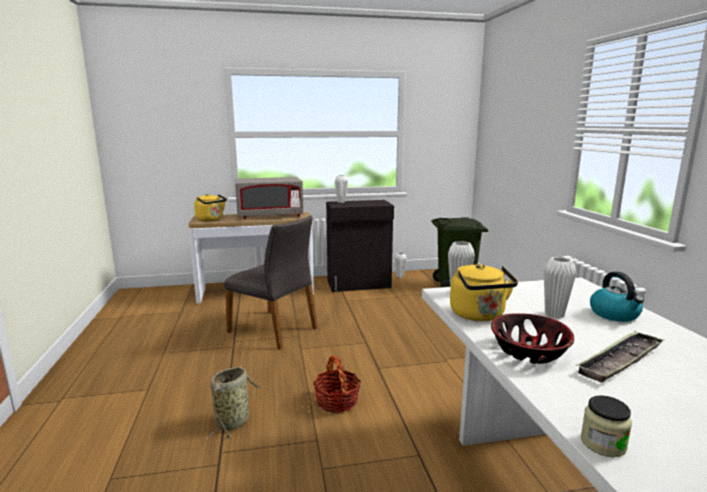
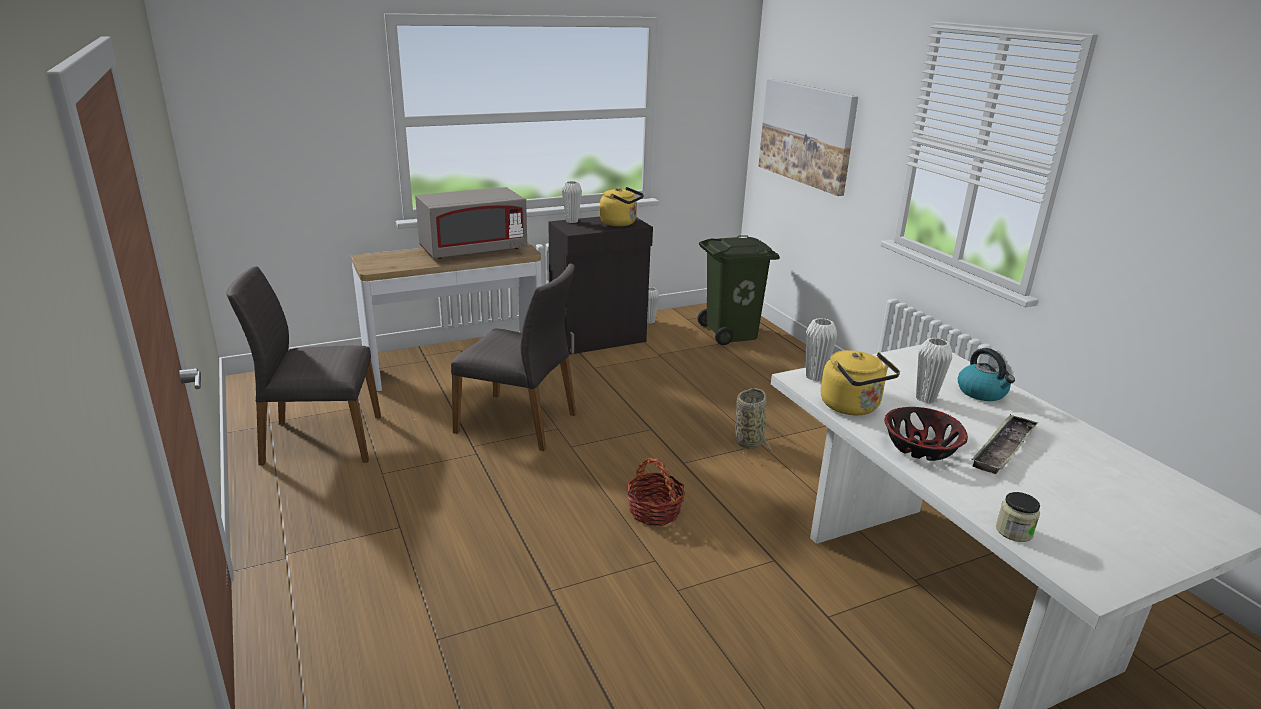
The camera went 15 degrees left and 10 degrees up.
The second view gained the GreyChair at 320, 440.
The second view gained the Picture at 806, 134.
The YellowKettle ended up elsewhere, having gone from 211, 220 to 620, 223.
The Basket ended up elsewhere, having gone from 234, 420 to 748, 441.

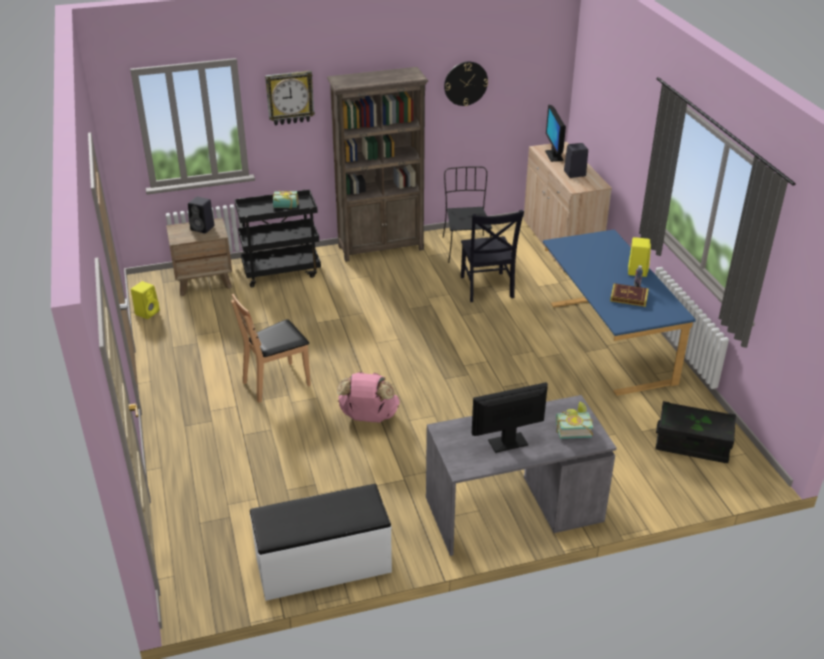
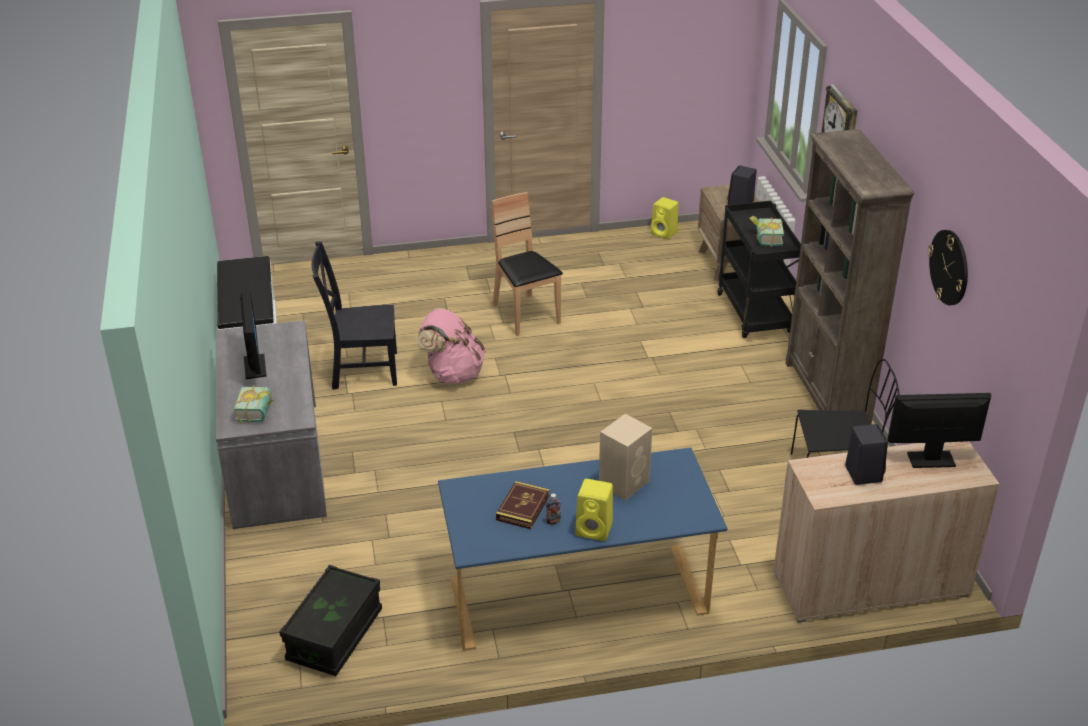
The camera went 95 degrees right and 0 degrees up.
The second view gained the BeigeSpeaker at 624, 482.
The BlackChair ended up elsewhere, having gone from 487, 288 to 361, 370.

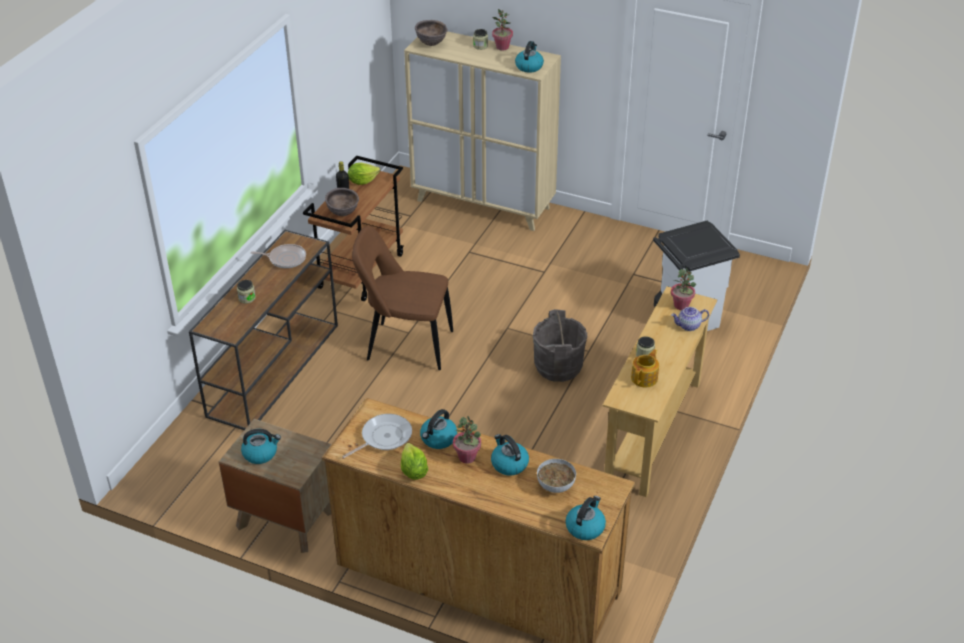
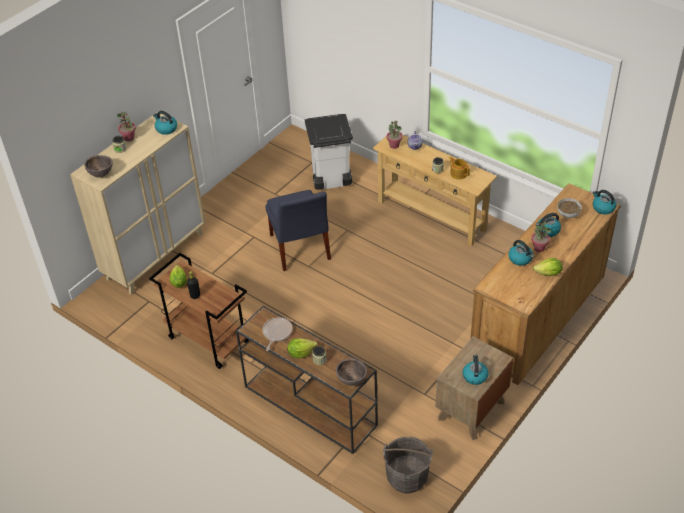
The camera went 75 degrees left and 5 degrees up.
The second view lost the FryingPan at 384, 437.
The second view lost the BrownChair at 405, 345.
The second view gained the BlueChair at 300, 249.
The second view gained the Lettuce at 301, 353.
The BrownBowl ended up elsewhere, having gone from 343, 214 to 351, 381.
The GreyBucket ended up elsewhere, having gone from 558, 366 to 407, 477.

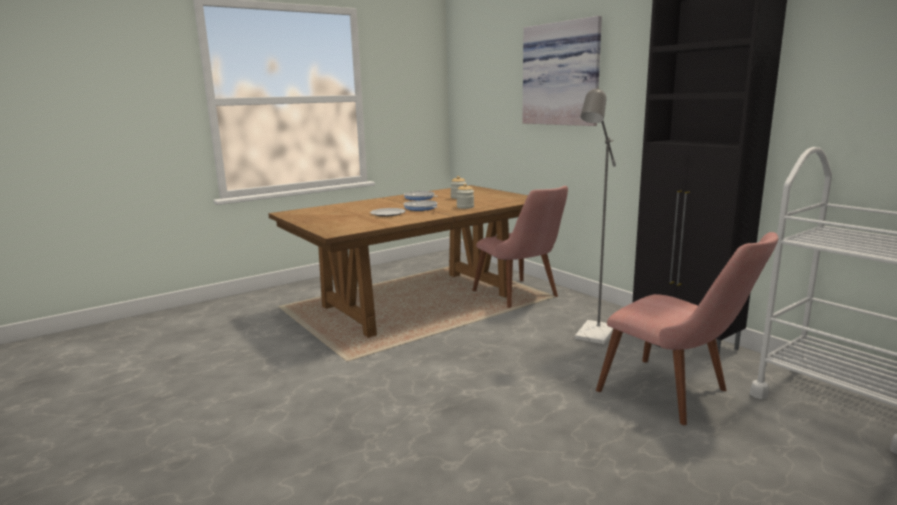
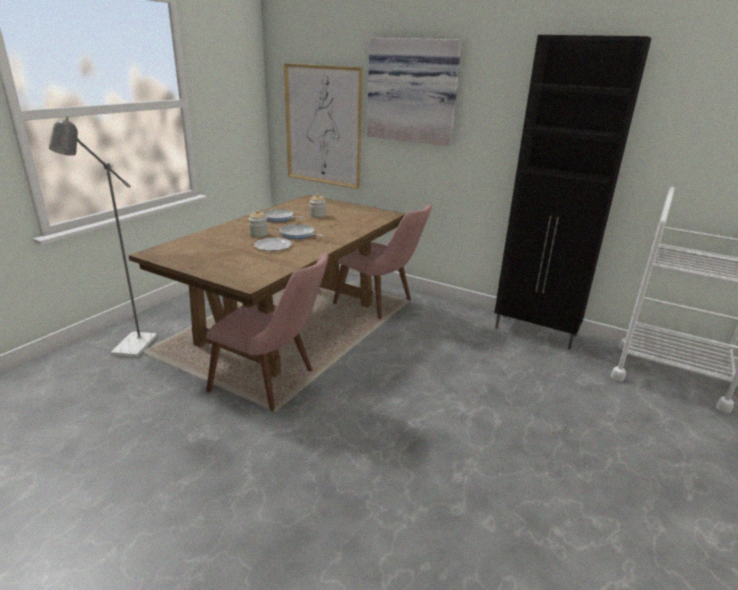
The camera went 25 degrees left and 10 degrees up.
The second view gained the Picture at 323, 126.
The Jar ended up elsewhere, having gone from 465, 207 to 258, 234.
The GreyFloorLamp ended up elsewhere, having gone from 593, 336 to 130, 350.
The PinkChair ended up elsewhere, having gone from 677, 395 to 273, 383.

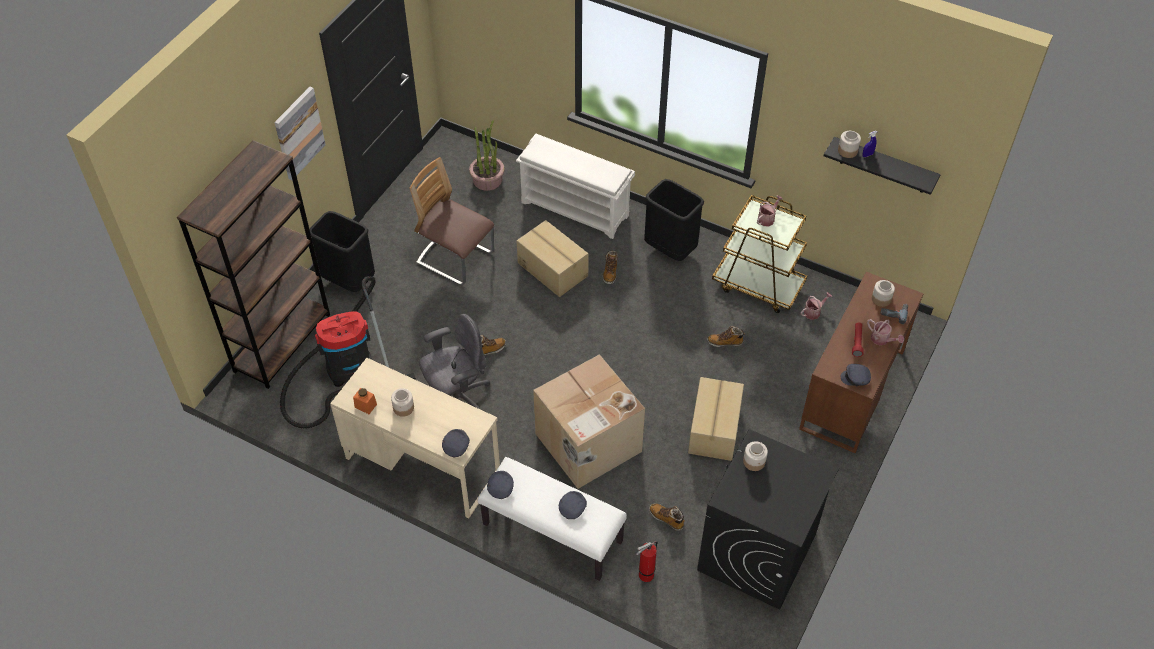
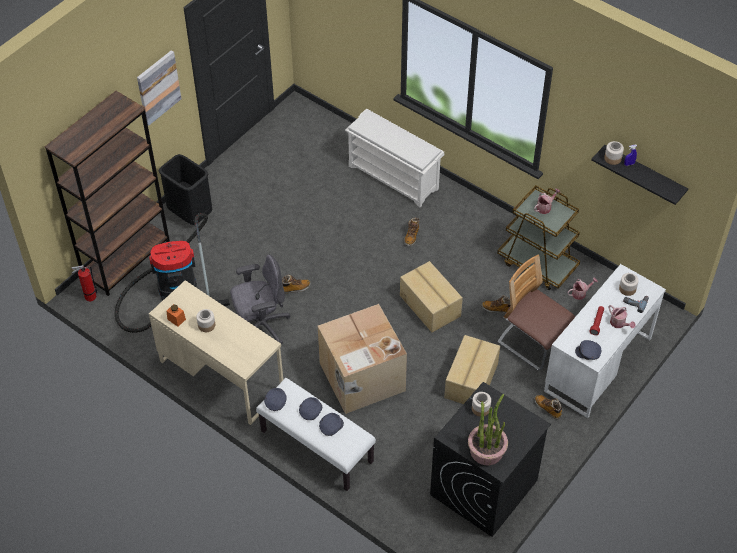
The camera went 10 degrees right and 0 degrees up.
The second view lost the BlackTrashCan at 669, 249.
The Chair ended up elsewhere, having gone from 455, 258 to 533, 342.
The GreyCap ended up elsewhere, having gone from 456, 446 to 310, 411.
The PottedPlant ended up elsewhere, having gone from 487, 179 to 486, 450.
The CardboardBox ended up elsewhere, having gone from 553, 269 to 430, 305.
The FireExtinguisher ended up elsewhere, having gone from 644, 576 to 89, 297.
The Boot ended up elsewhere, having gone from 666, 519 to 548, 408.
What was the BrownDesk at 852, 390 turned into the WhiteDesk at 597, 364.

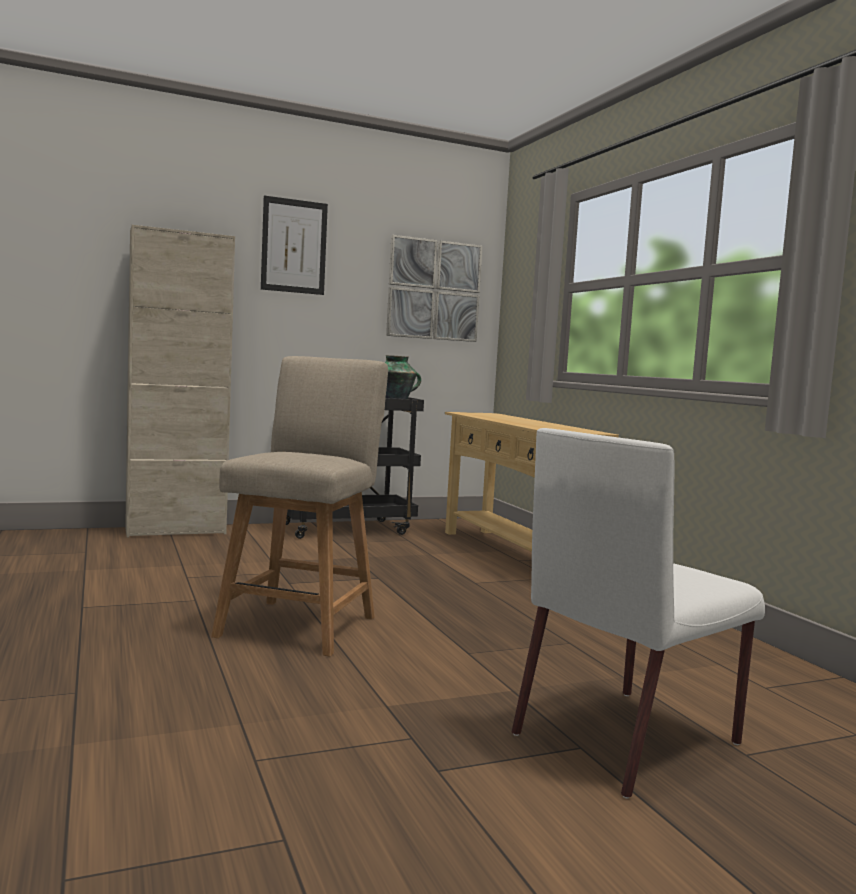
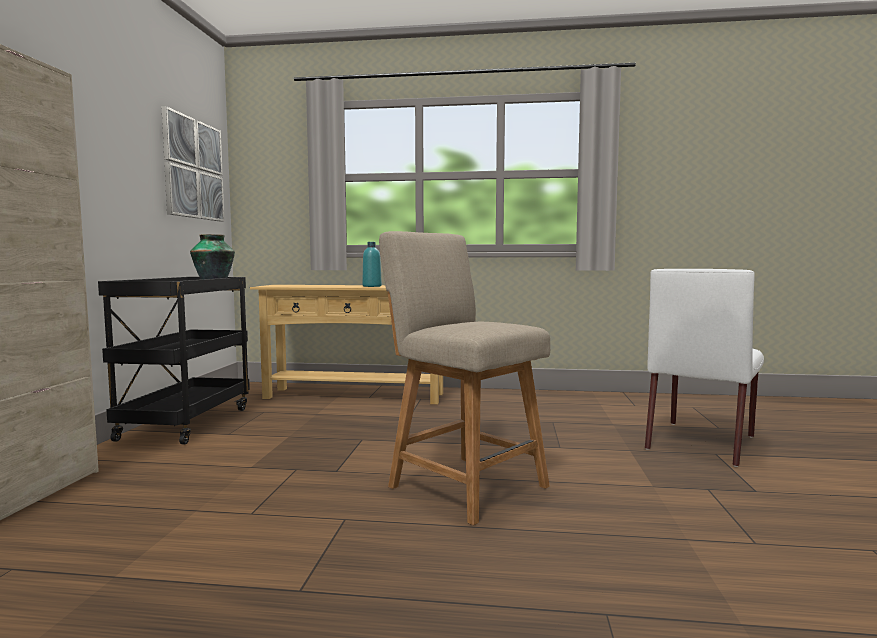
The camera went 60 degrees left and 0 degrees up.
The second view lost the Picture at 294, 246.
The second view gained the TurquoiseBottle at 372, 286.
The WhiteChair at 629, 737 ended up facing another way, 45 degrees clockwise from before.

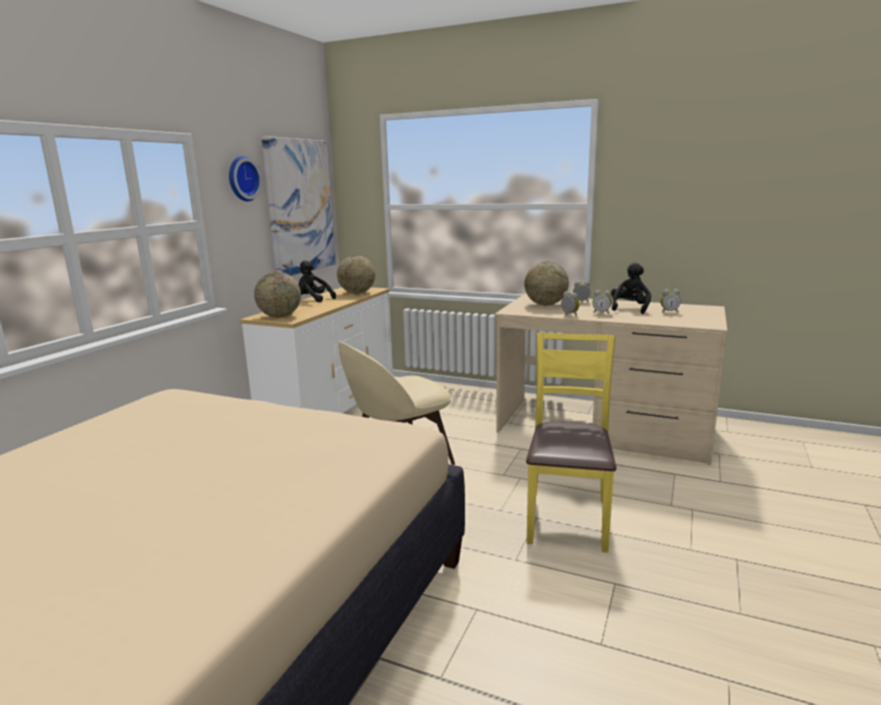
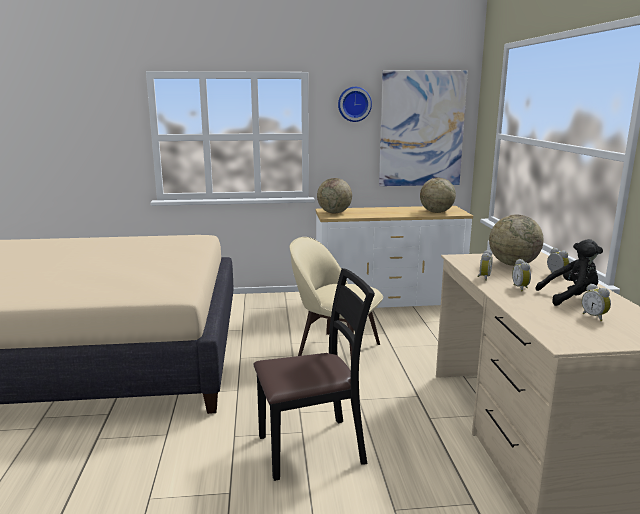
The camera went 60 degrees right and 0 degrees up.
The second view lost the BlackPlushToy at 313, 300.
What was the YellowChair at 567, 519 turned into the BlackChair at 312, 448.

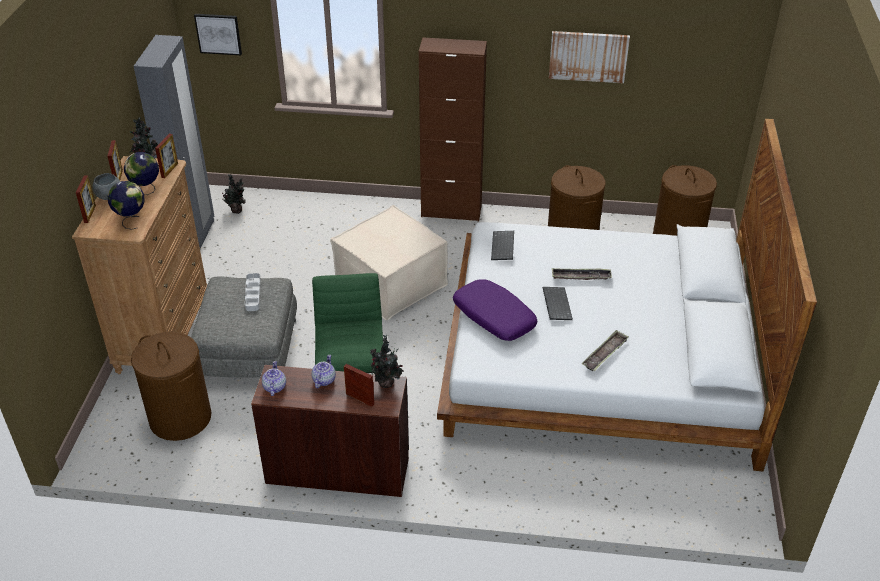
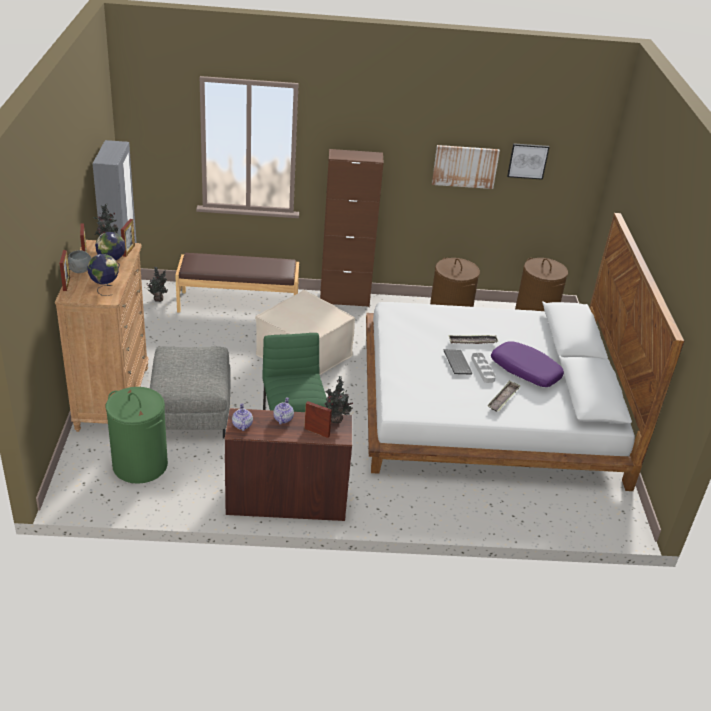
The camera went 10 degrees left and 5 degrees down.
The second view lost the Keyboard at 503, 247.
The second view gained the BrownBench at 238, 304.
The Picture ended up elsewhere, having gone from 218, 33 to 527, 161.
The GreyTray ended up elsewhere, having gone from 253, 294 to 482, 369.
The PurplePillow ended up elsewhere, having gone from 493, 317 to 525, 371.
What was the BrownLaundryBasket at 180, 418 turned into the GreenLaundryBasket at 140, 465.

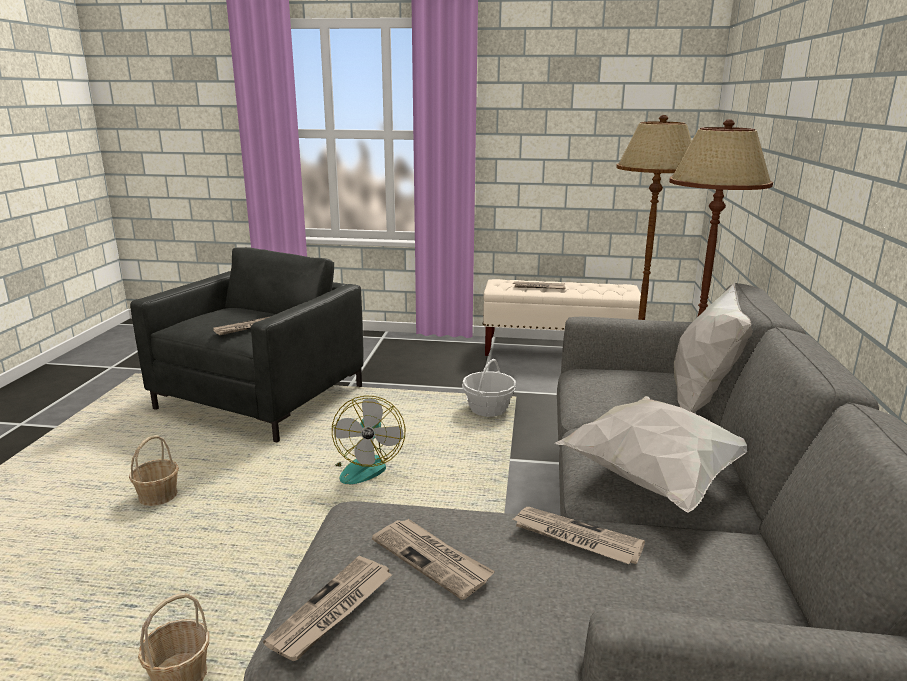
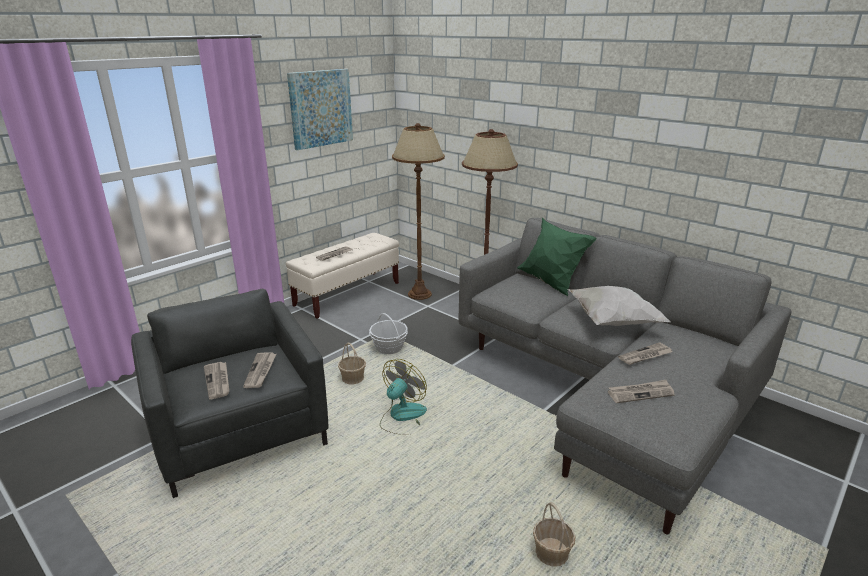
The camera went 55 degrees left and 5 degrees up.
The second view gained the Picture at 320, 108.
The Basket ended up elsewhere, having gone from 158, 496 to 353, 378.
The Newspaper ended up elsewhere, having gone from 332, 610 to 218, 381.
What was the WhitePillow at 701, 402 turned into the GreenPillow at 550, 283.
The Fan at 364, 466 ended up facing another way, 90 degrees counterclockwise from before.

